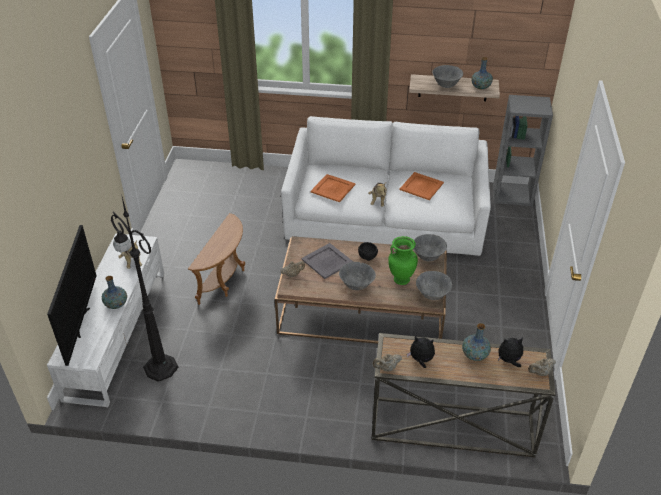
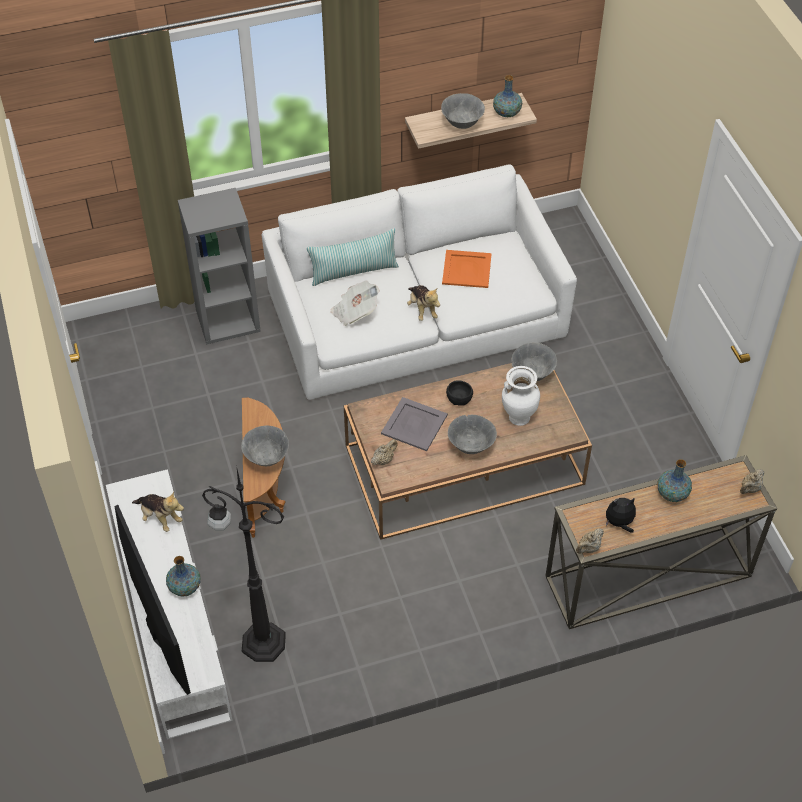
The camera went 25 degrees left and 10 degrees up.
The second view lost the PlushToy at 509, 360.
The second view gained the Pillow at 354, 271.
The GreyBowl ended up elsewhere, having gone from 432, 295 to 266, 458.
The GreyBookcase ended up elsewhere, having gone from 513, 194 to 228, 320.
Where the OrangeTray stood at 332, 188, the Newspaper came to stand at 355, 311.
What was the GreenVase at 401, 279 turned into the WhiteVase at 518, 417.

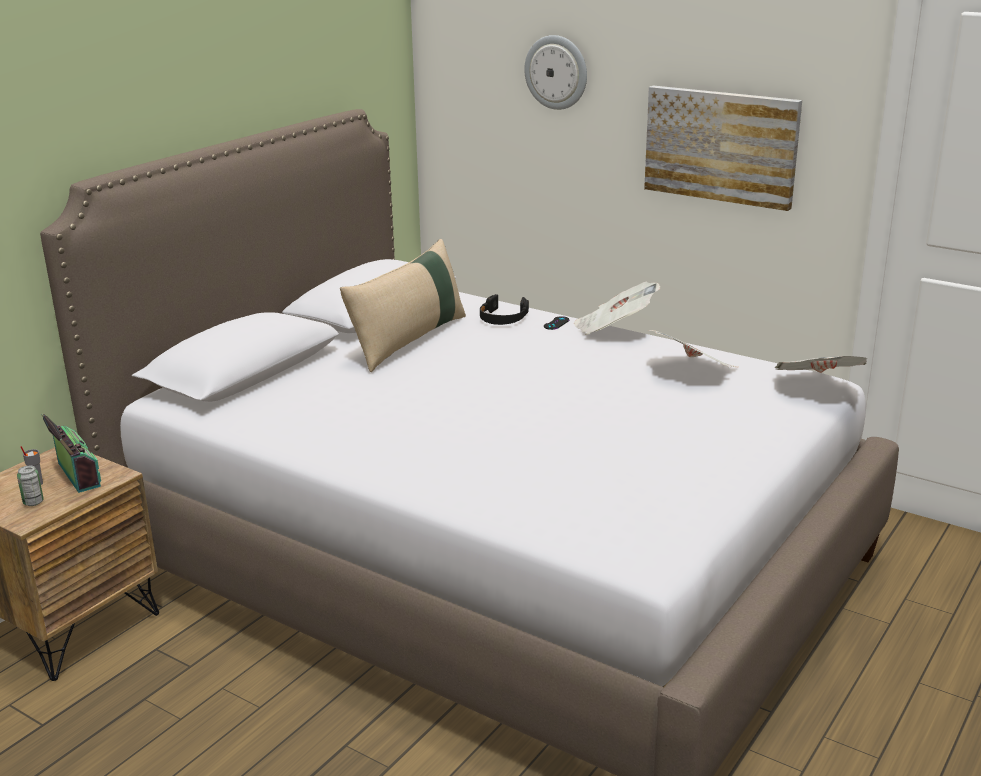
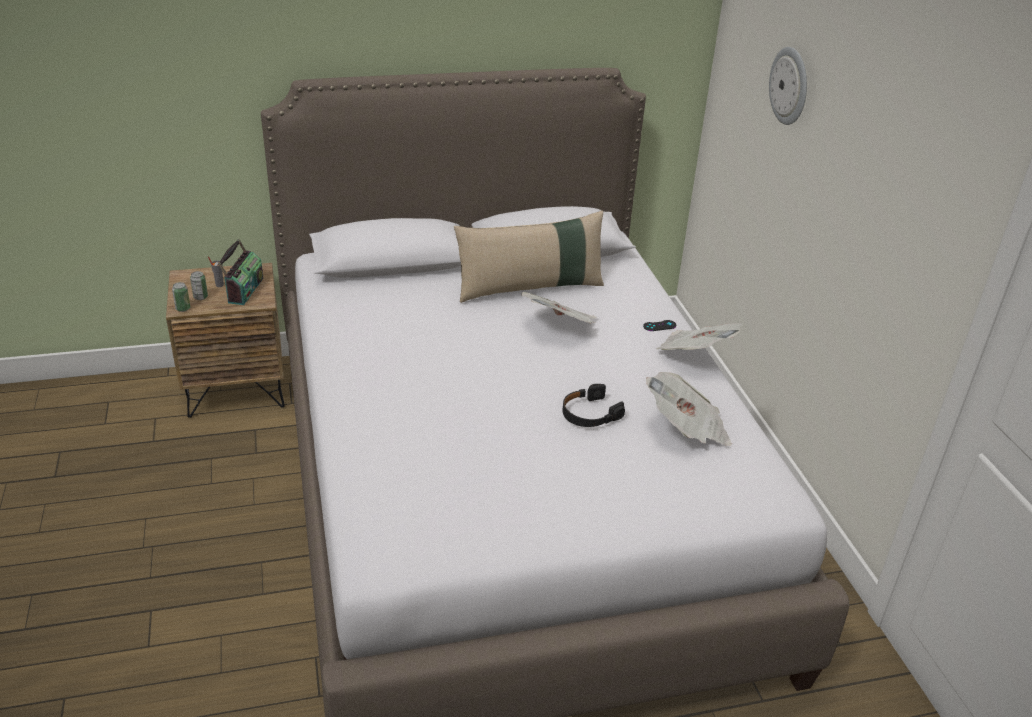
The camera went 40 degrees right and 10 degrees up.
The second view lost the Picture at 721, 146.
The second view gained the Can at 183, 308.
The BlackHeadphones ended up elsewhere, having gone from 503, 318 to 589, 414.
The Newspaper ended up elsewhere, having gone from 817, 387 to 560, 326.

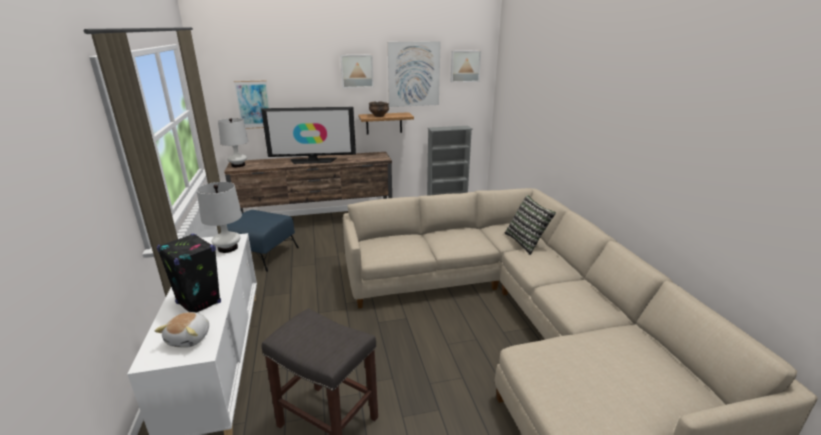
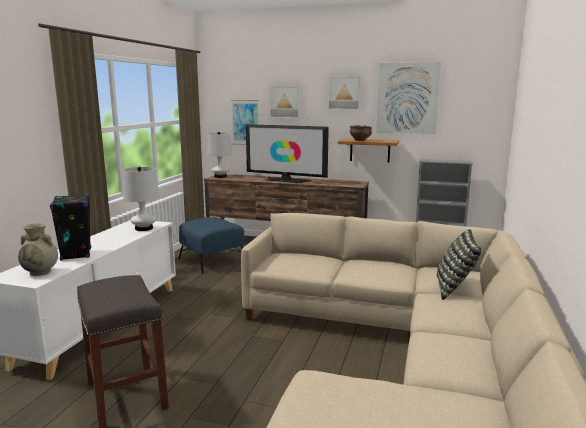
The camera went 30 degrees right and 10 degrees down.
The Picture ended up elsewhere, having gone from 465, 66 to 285, 102.
Where the PlushToy stood at 190, 338, the BeigeVase came to stand at 41, 272.

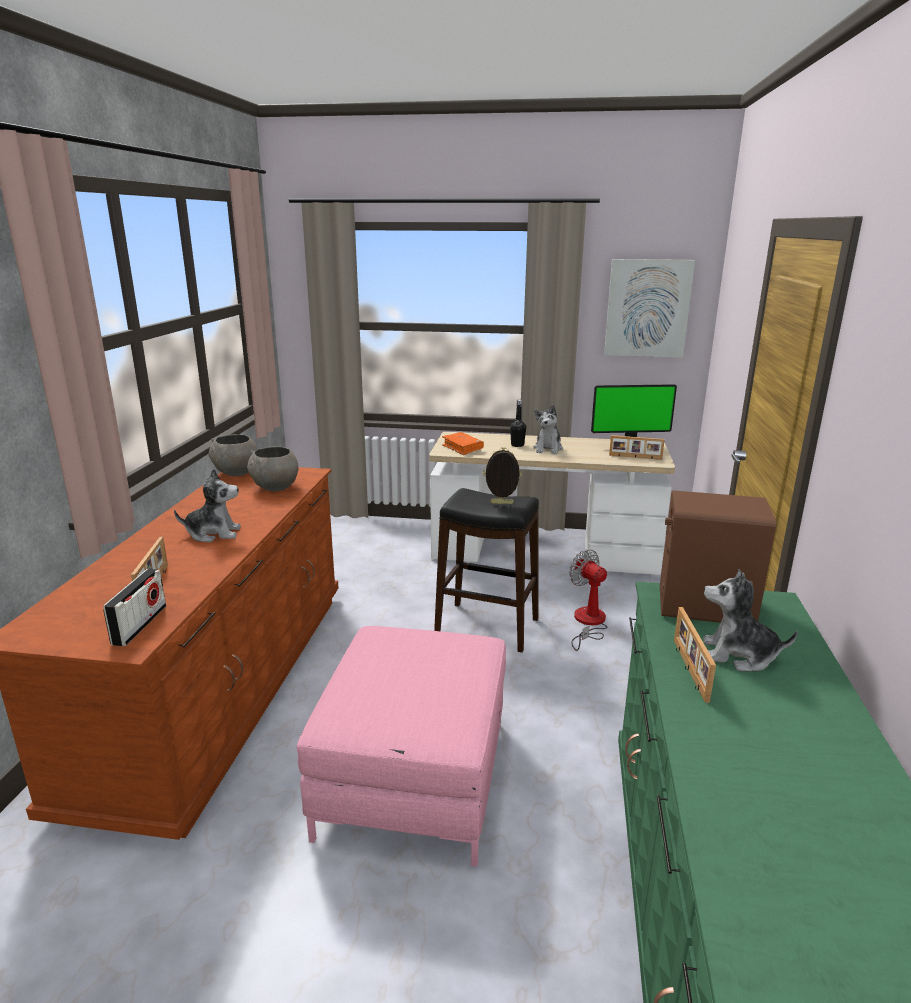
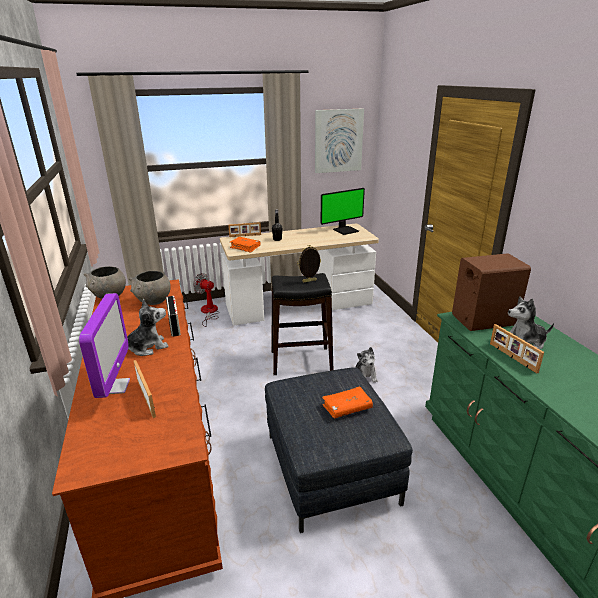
The camera went 25 degrees left and 5 degrees up.
The second view gained the Monitor at 114, 387.
The second view gained the OrangeBook at 347, 408.
The Radio ended up elsewhere, having gone from 139, 625 to 174, 326.
The PlushToy ended up elsewhere, having gone from 548, 449 to 365, 376.
The Fan ended up elsewhere, having gone from 588, 623 to 209, 312.
The PictureFrame ended up elsewhere, having gone from 635, 457 to 245, 236.
What was the PinkOttoman at 415, 777 turned into the GreyOttoman at 331, 468.

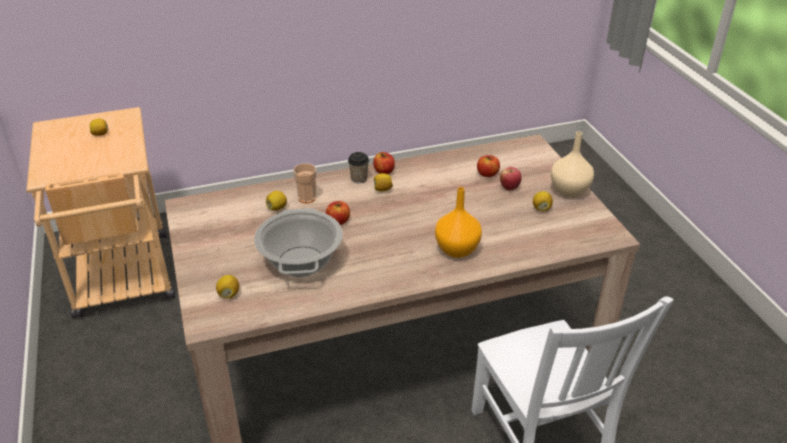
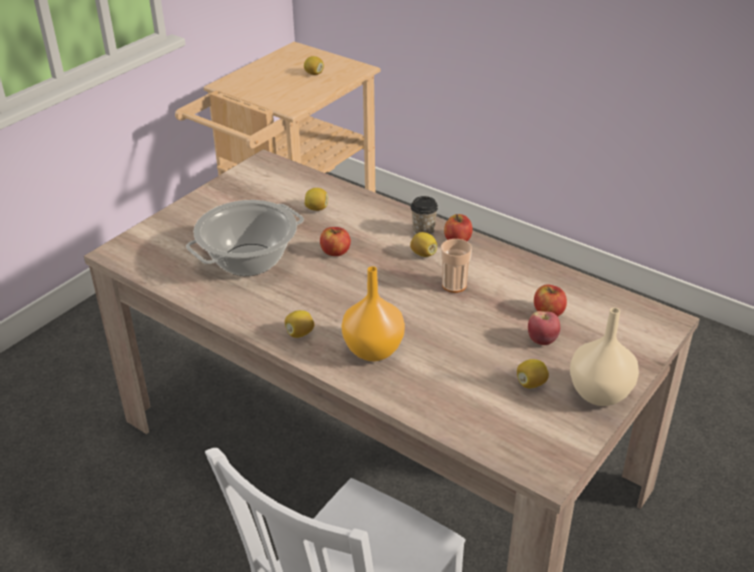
The camera went 55 degrees right and 0 degrees up.
The Lemon ended up elsewhere, having gone from 229, 294 to 299, 333.
The Cup ended up elsewhere, having gone from 307, 198 to 454, 285.

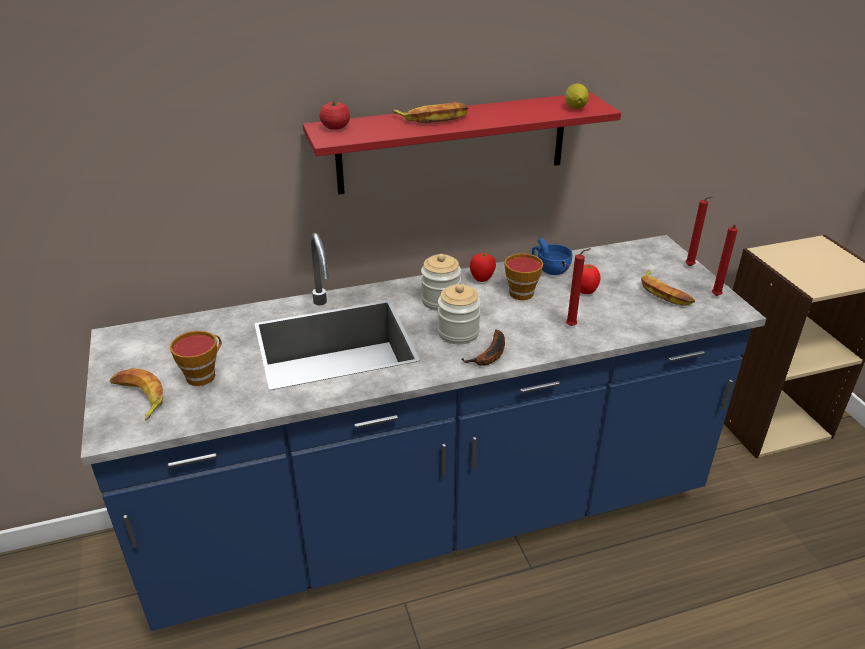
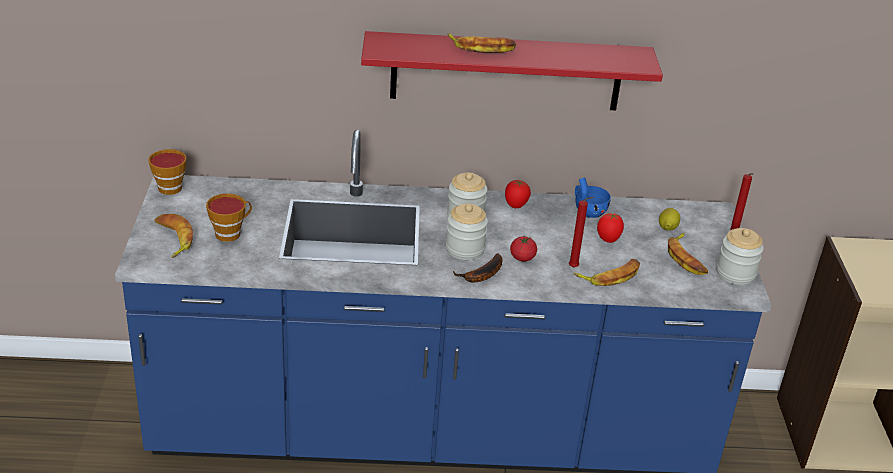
The camera went 15 degrees right and 0 degrees up.
The second view gained the Banana at 610, 276.
The Tomato ended up elsewhere, having gone from 335, 127 to 522, 258.
The Cup ended up elsewhere, having gone from 519, 292 to 170, 186.
The Lemon ended up elsewhere, having gone from 575, 108 to 667, 228.
Where the RedCandle stood at 715, 296, the Jar came to stand at 735, 273.

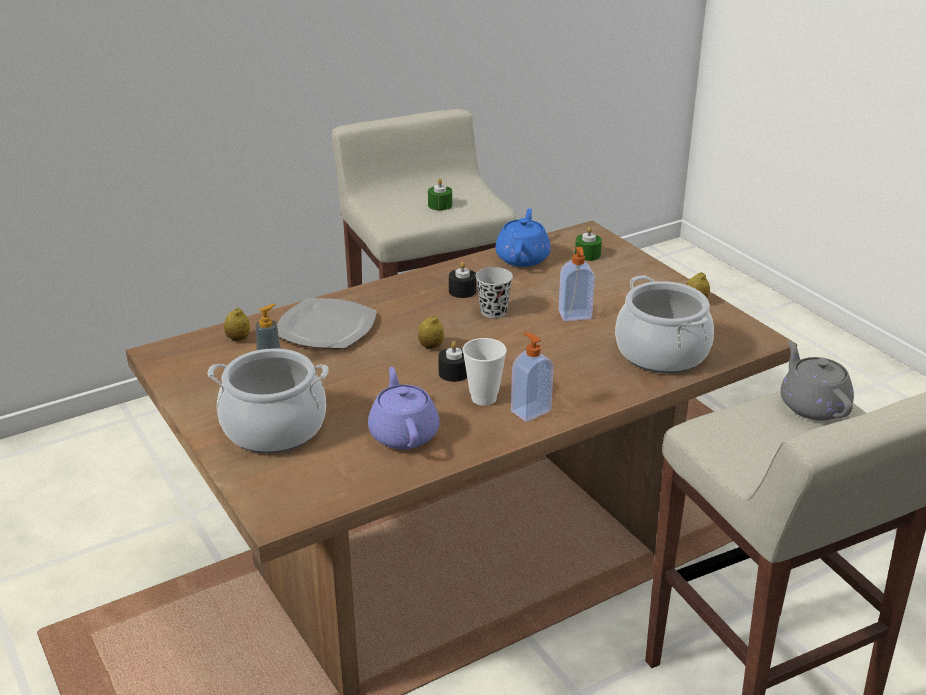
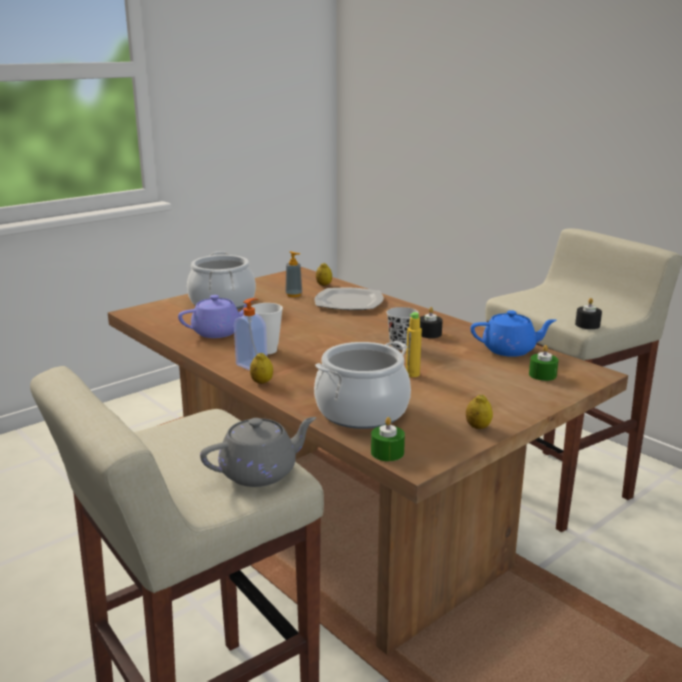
The camera went 80 degrees right and 10 degrees down.
The Lemon ended up elsewhere, having gone from 431, 346 to 262, 382.
The GreenCandle ended up elsewhere, having gone from 440, 205 to 387, 452.
The BlackCandle ended up elsewhere, having gone from 454, 373 to 587, 325.
Where the SoapDispenser stood at 575, 316, the YellowBottle came to stand at 412, 374.

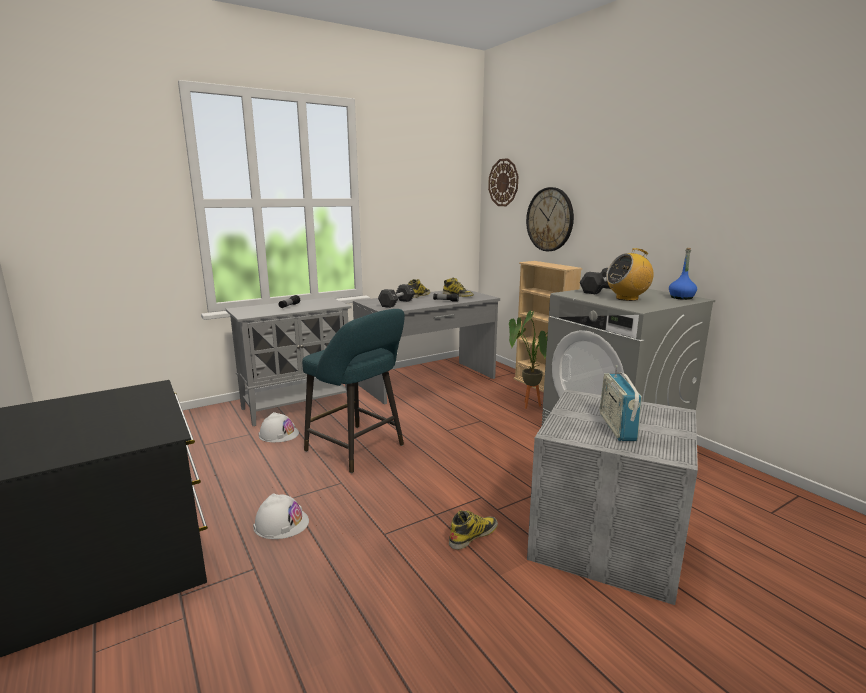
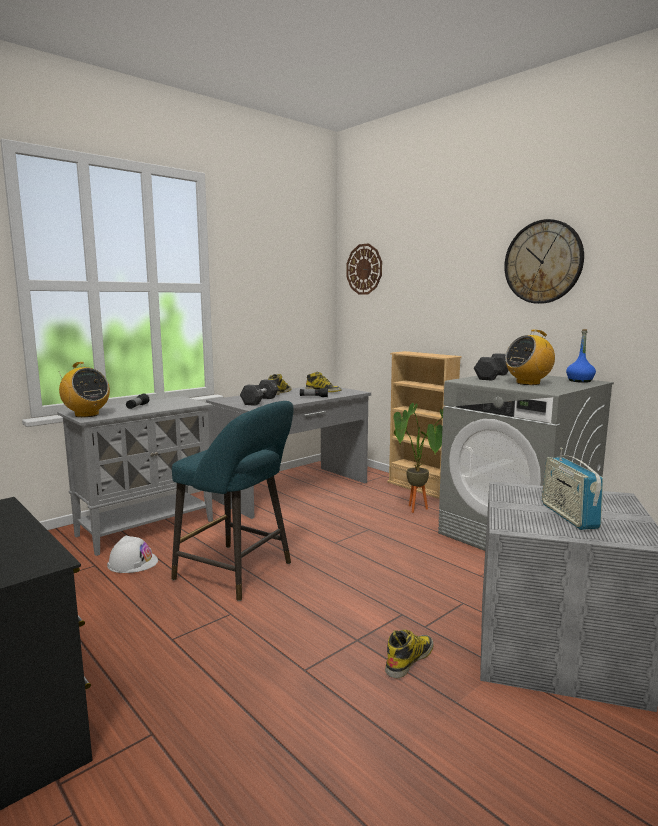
The camera went 10 degrees left and 5 degrees down.
The second view lost the WhiteHardHat at 281, 523.
The second view gained the Radio at 86, 415.
The WallClock ended up elsewhere, having gone from 550, 219 to 543, 262.

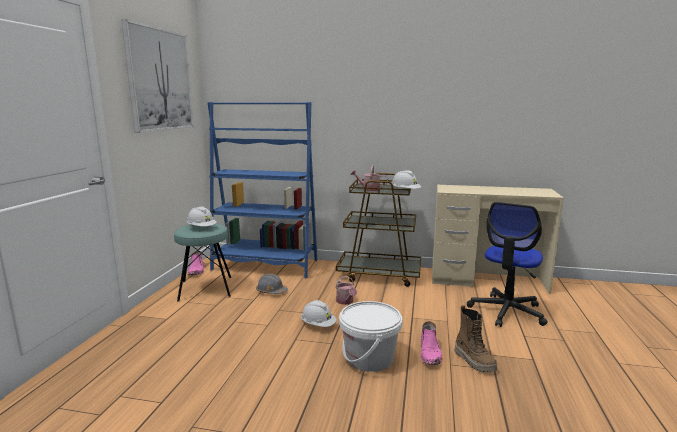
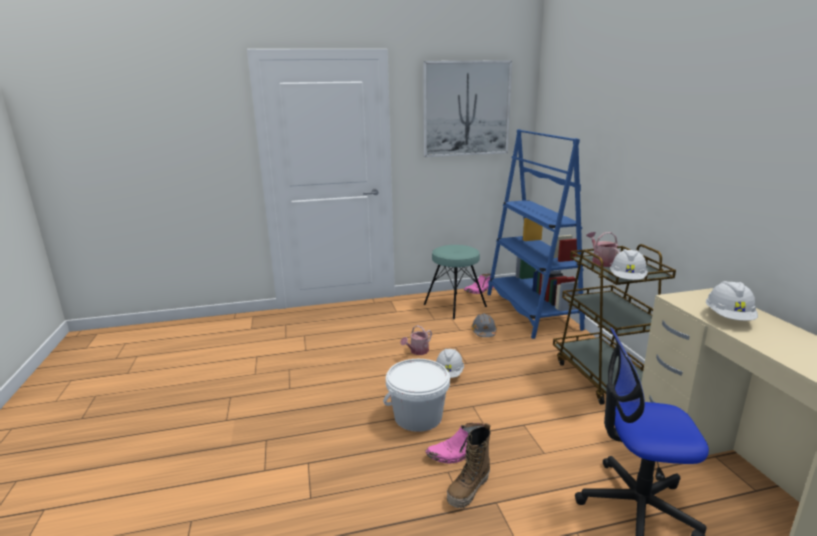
The camera went 65 degrees right and 5 degrees up.
The WhiteHardHat ended up elsewhere, having gone from 201, 228 to 728, 317.
The WateringCan ended up elsewhere, having gone from 345, 301 to 417, 351.

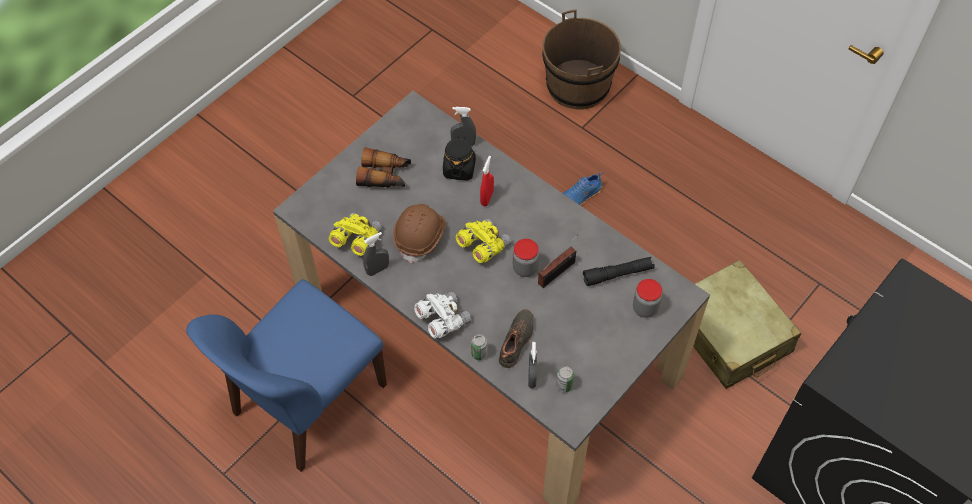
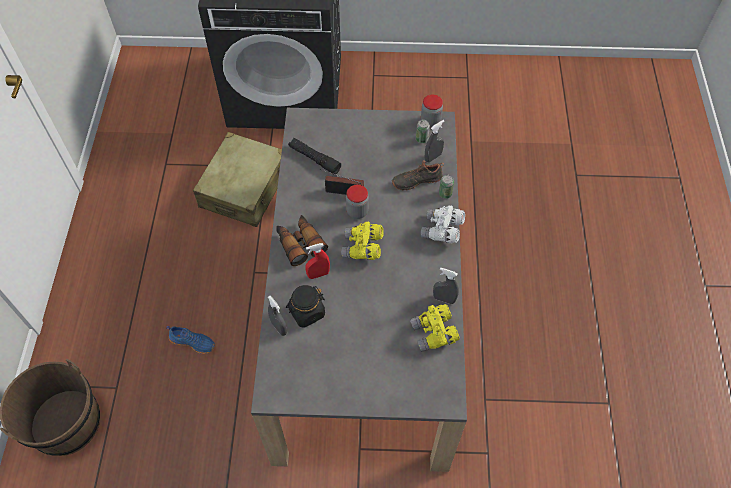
The camera went 130 degrees left and 0 degrees up.
The second view lost the BlueChair at 307, 401.
The second view lost the BrownHardHat at 420, 236.
The Binoculars ended up elsewhere, having gone from 385, 175 to 300, 243.
The Jar ended up elsewhere, having gone from 645, 308 to 430, 121.

